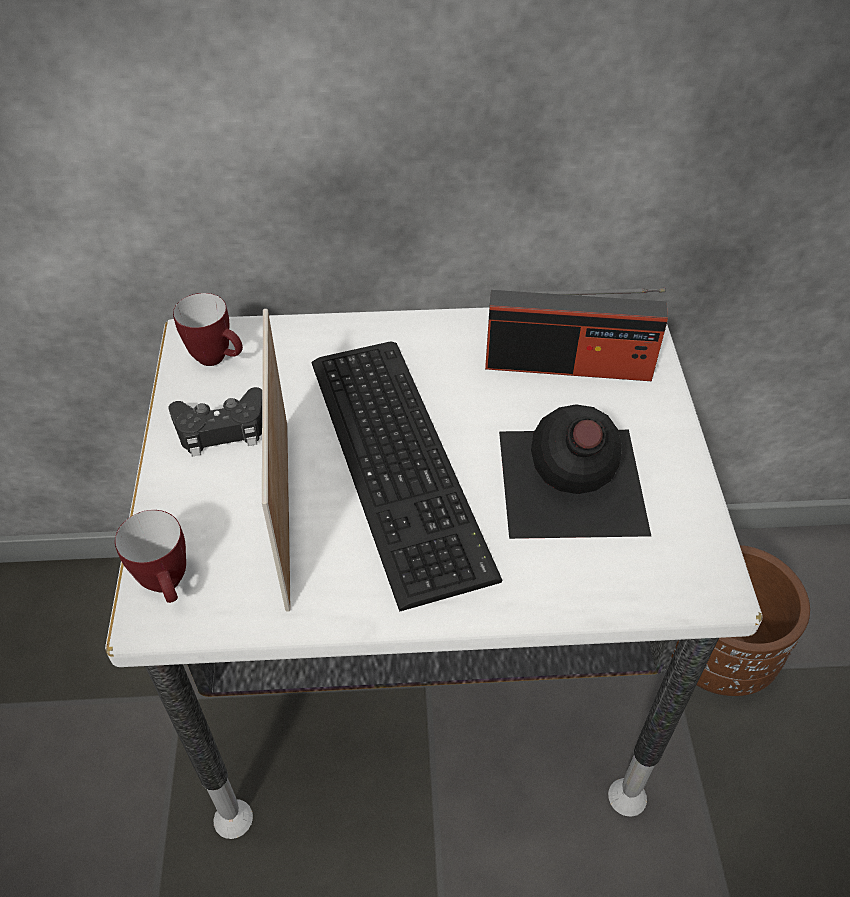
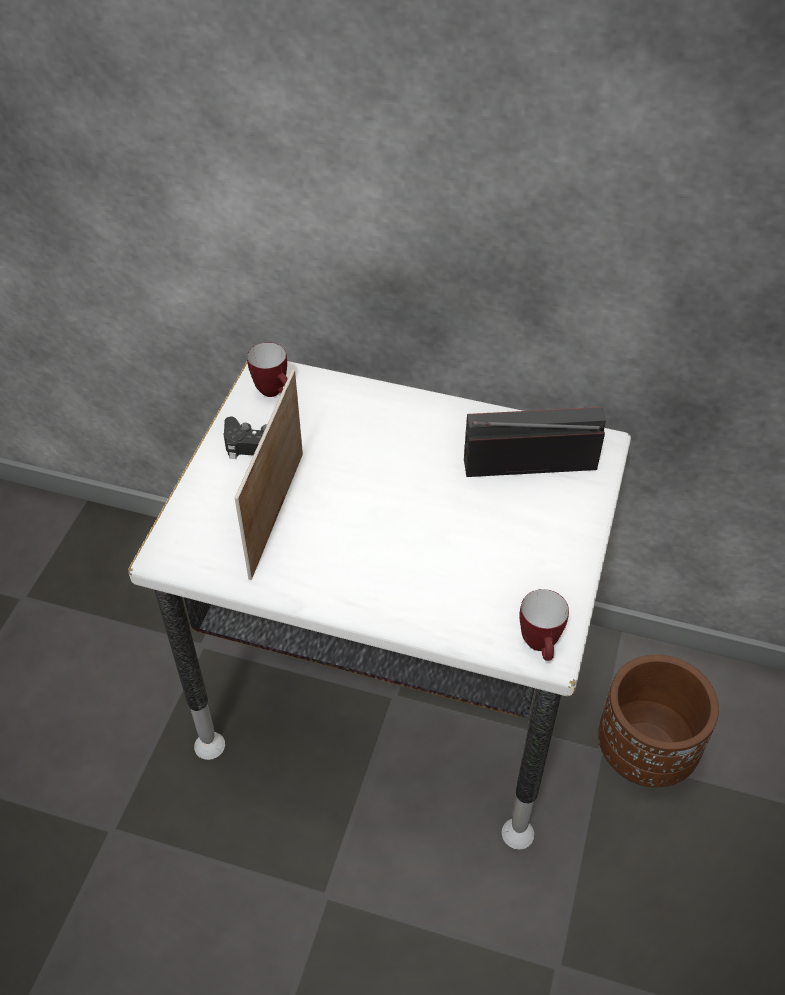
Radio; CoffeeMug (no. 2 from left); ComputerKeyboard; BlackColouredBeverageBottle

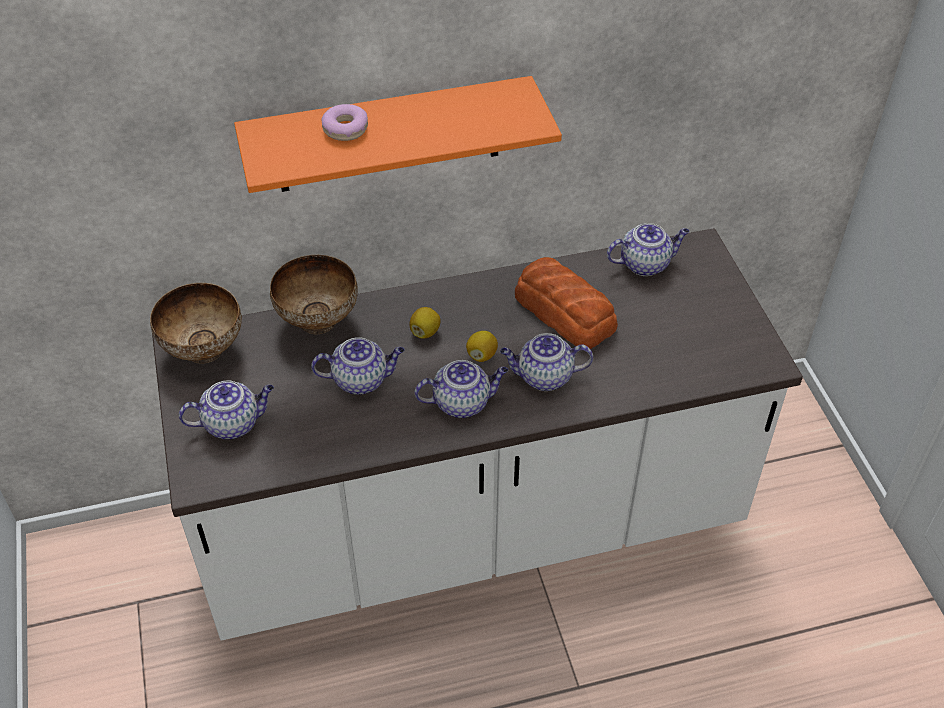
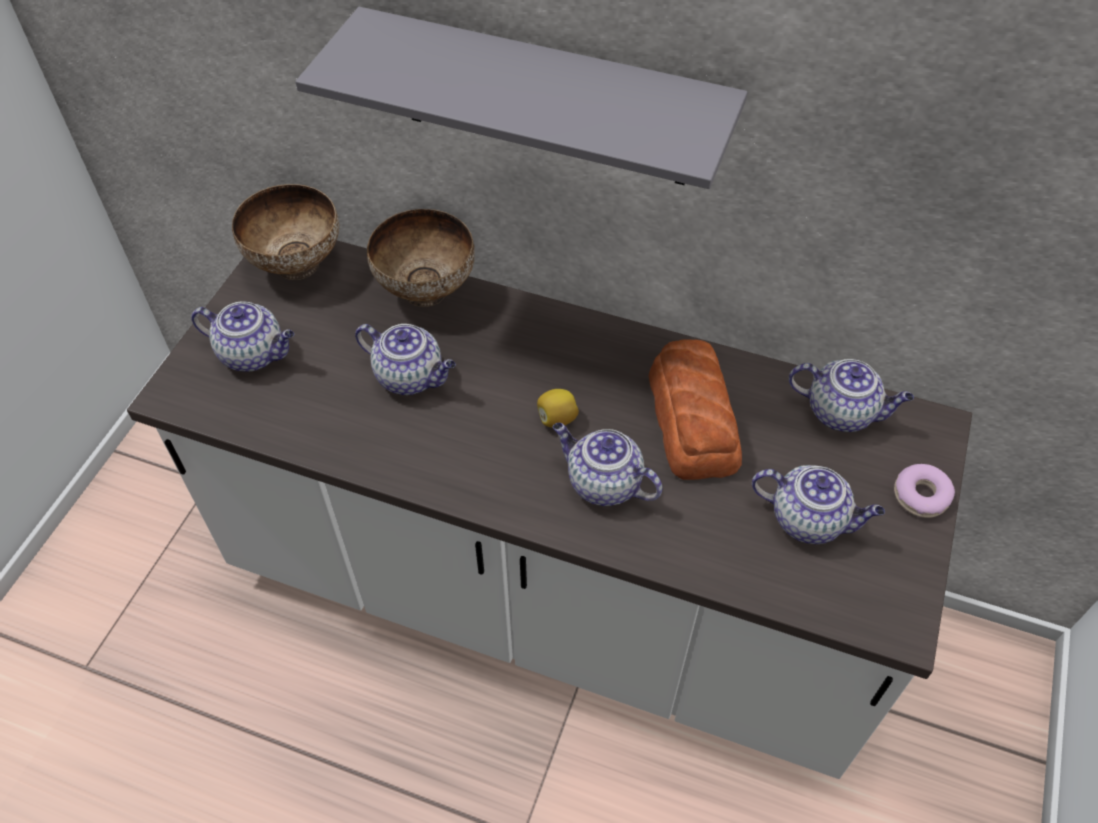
GrayBracketShelf; TeaPot (no. 4 from left); Donut; WholeLemon (no. 1 from left in the first image)

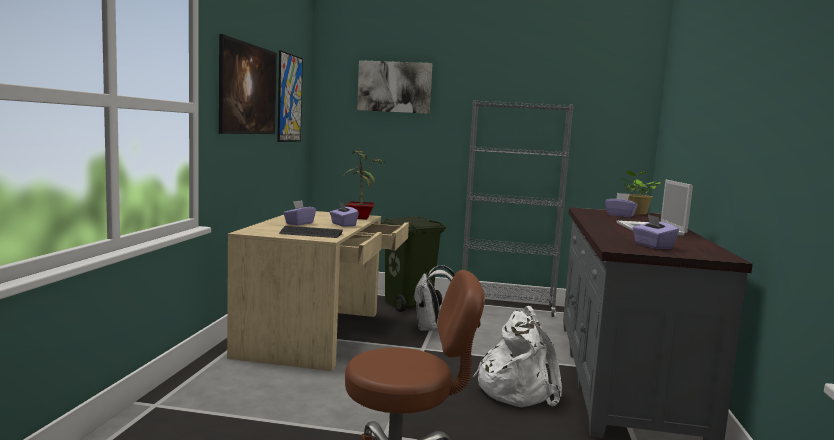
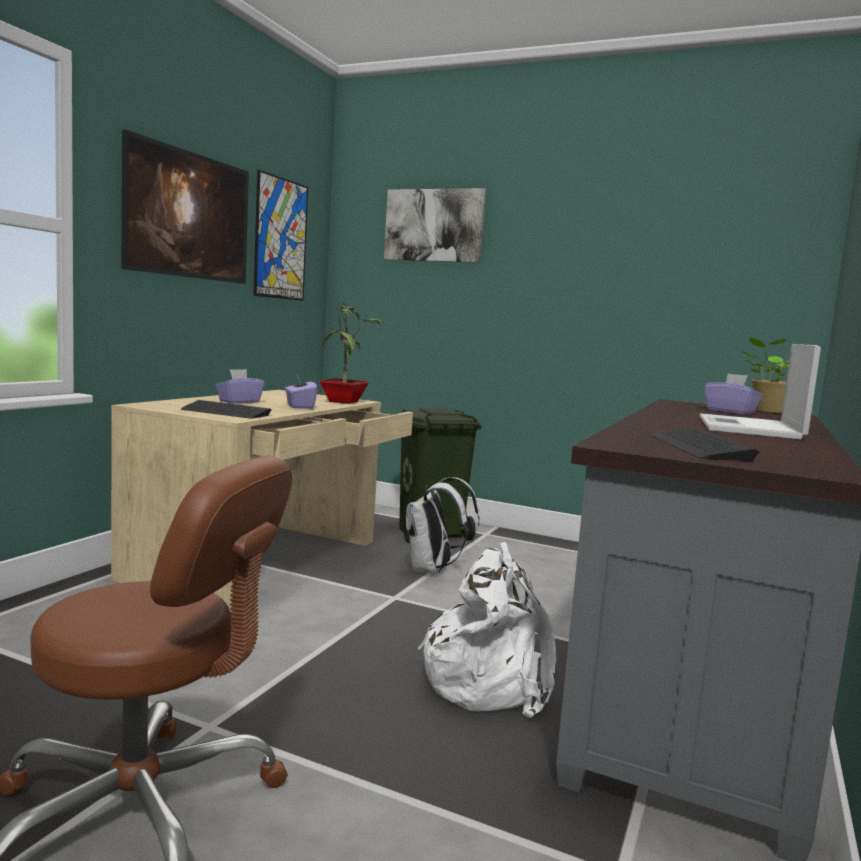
ComputerKeyboard (no. 2 from left); GrayBookshelf

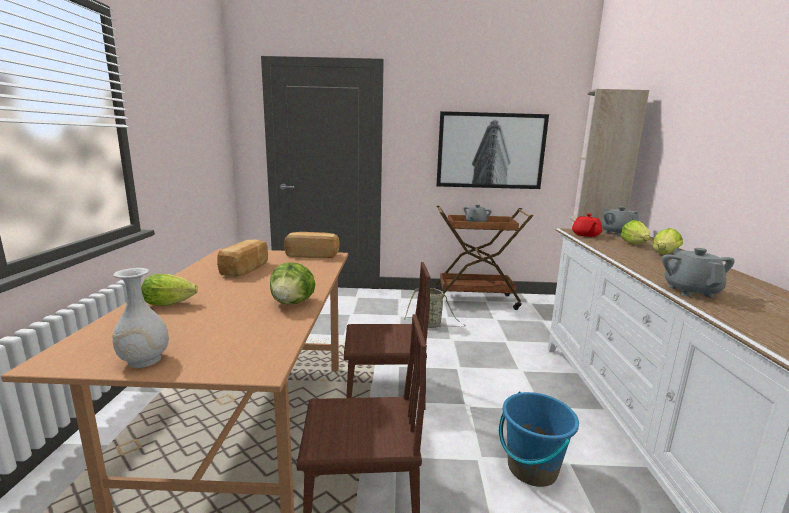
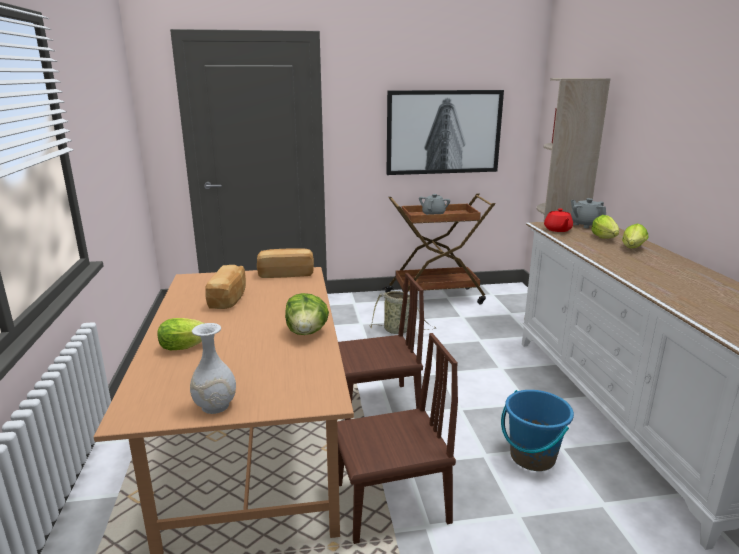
GrayTeaPot (no. 3 from left in the first image)

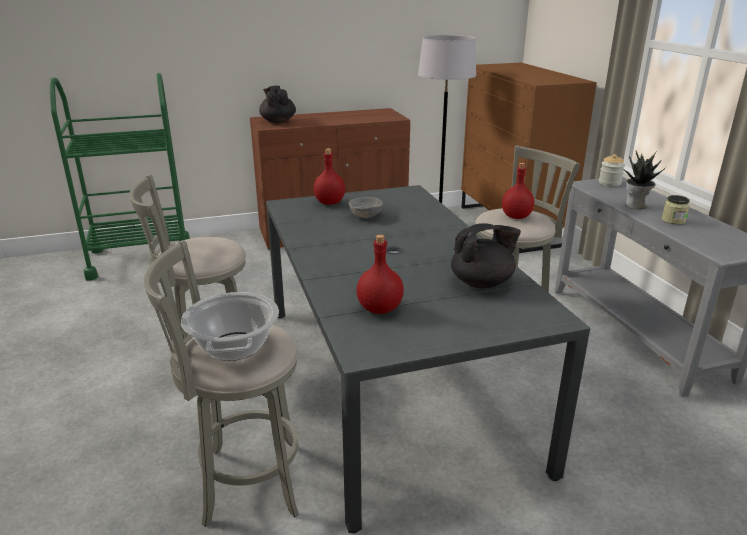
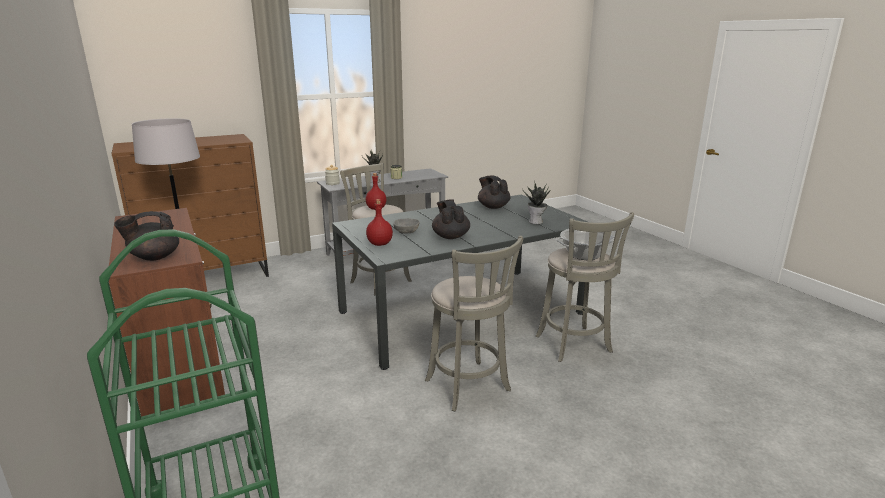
BlackColouredTeaPot (no. 2 from left); Houseplant (no. 2 from left)

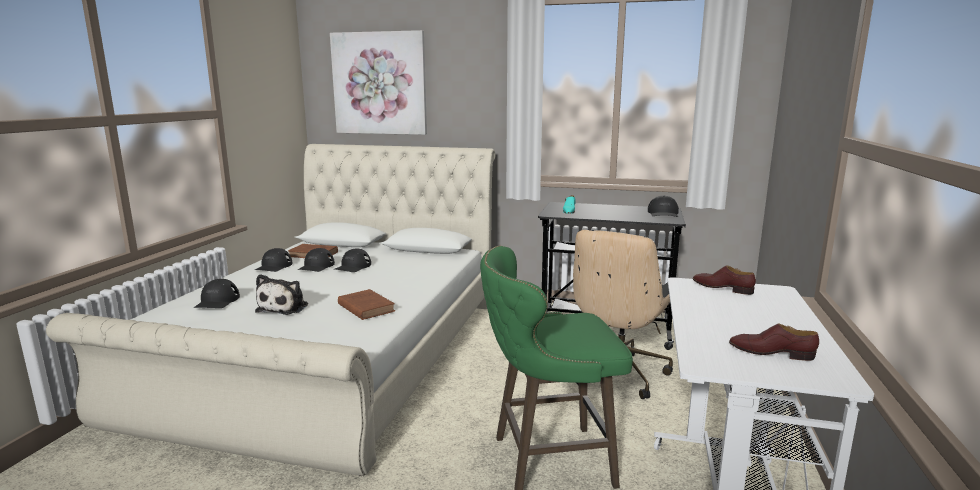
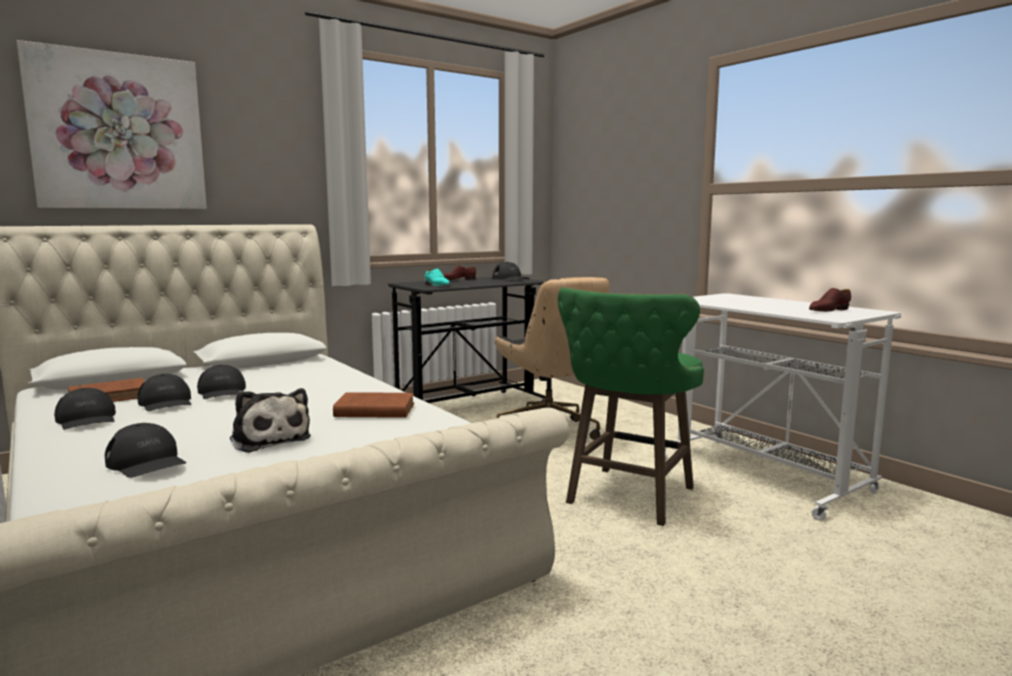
BrownColouredShoe (no. 1 from left)

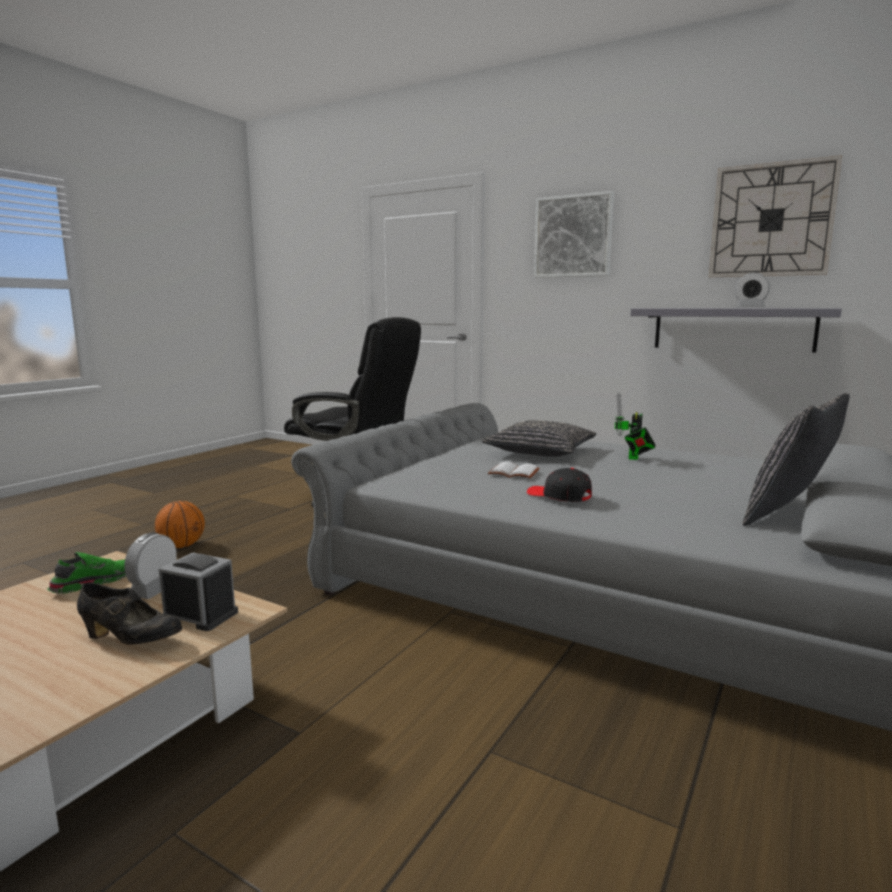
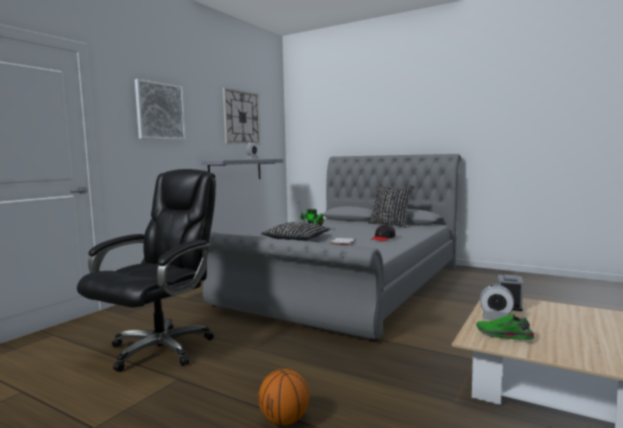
BlackColouredShoe

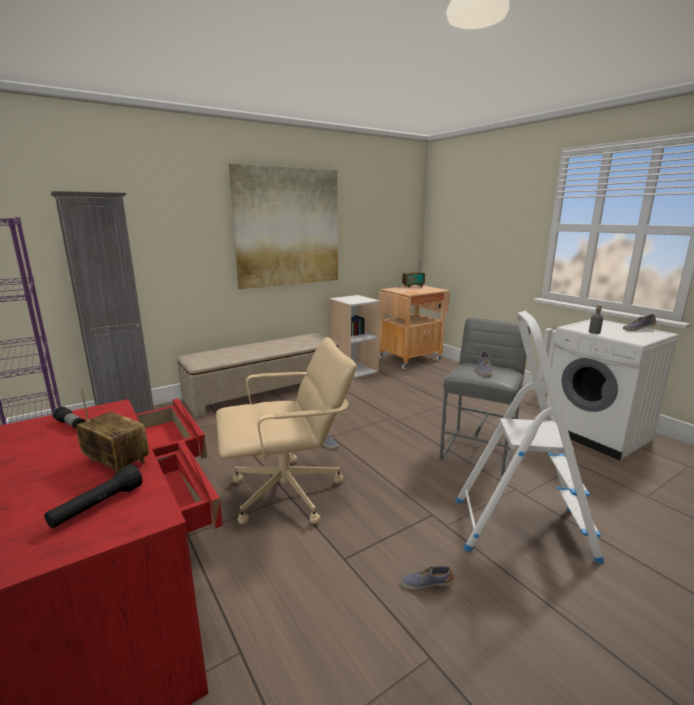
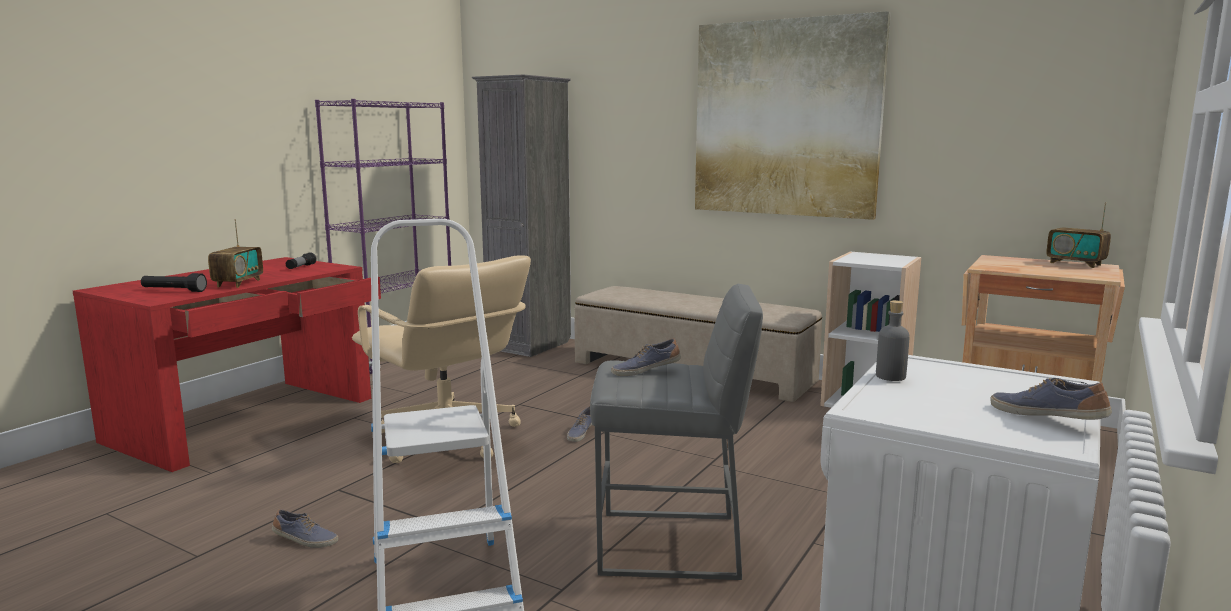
Shoe (no. 1 from left)

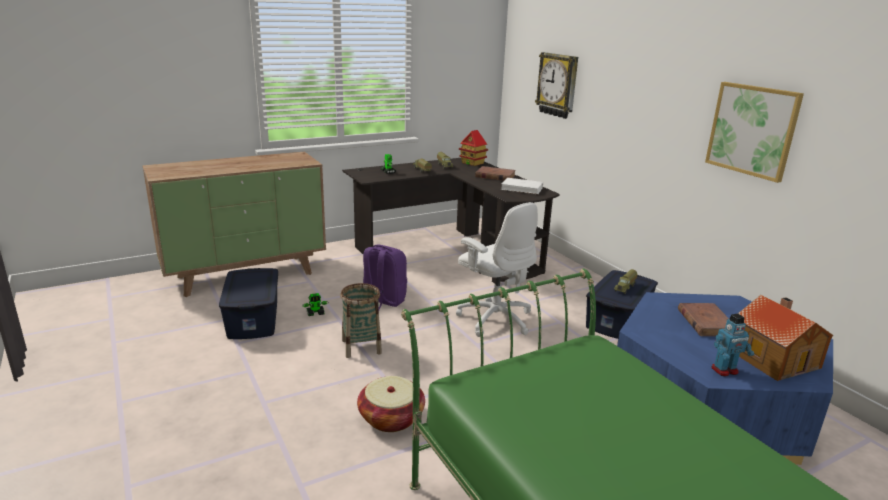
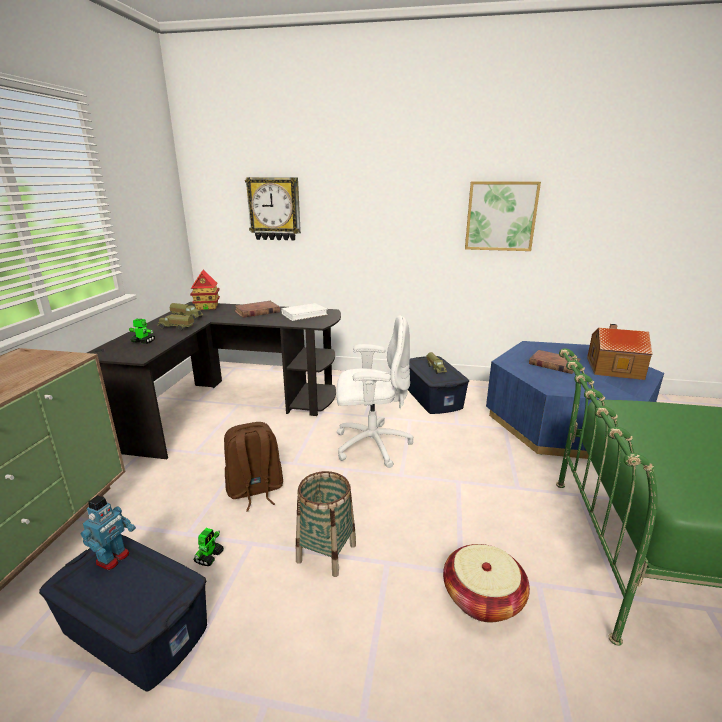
ModelRobot (no. 1 from left); BrownColouredKnapsack

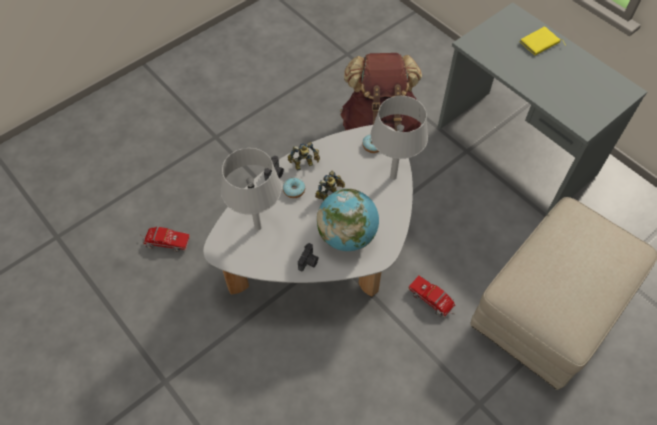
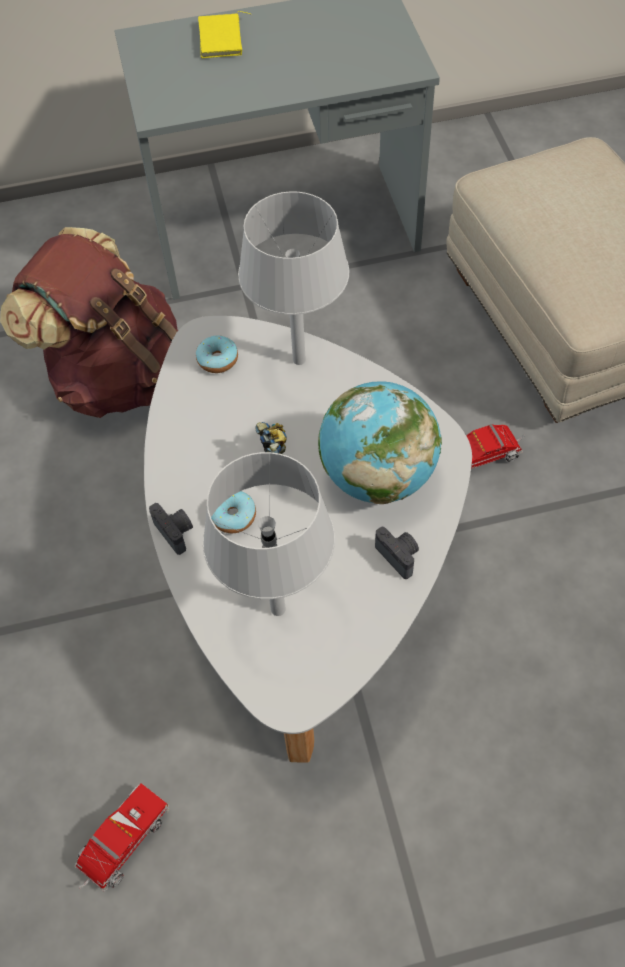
ModelRobot (no. 1 from left in the first image)

